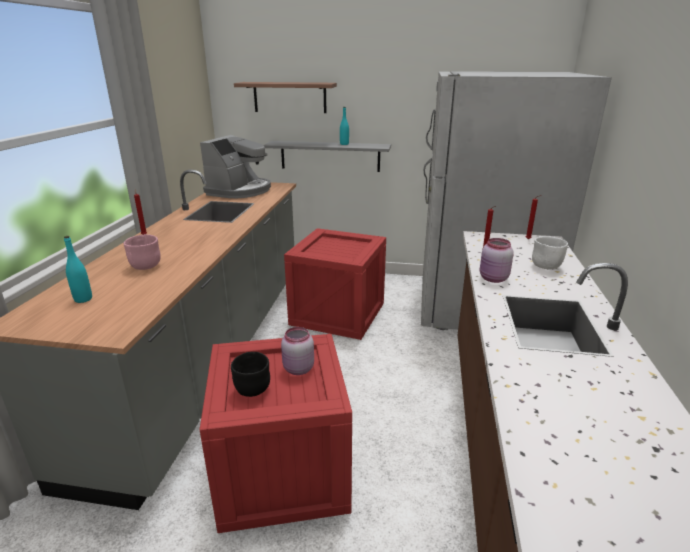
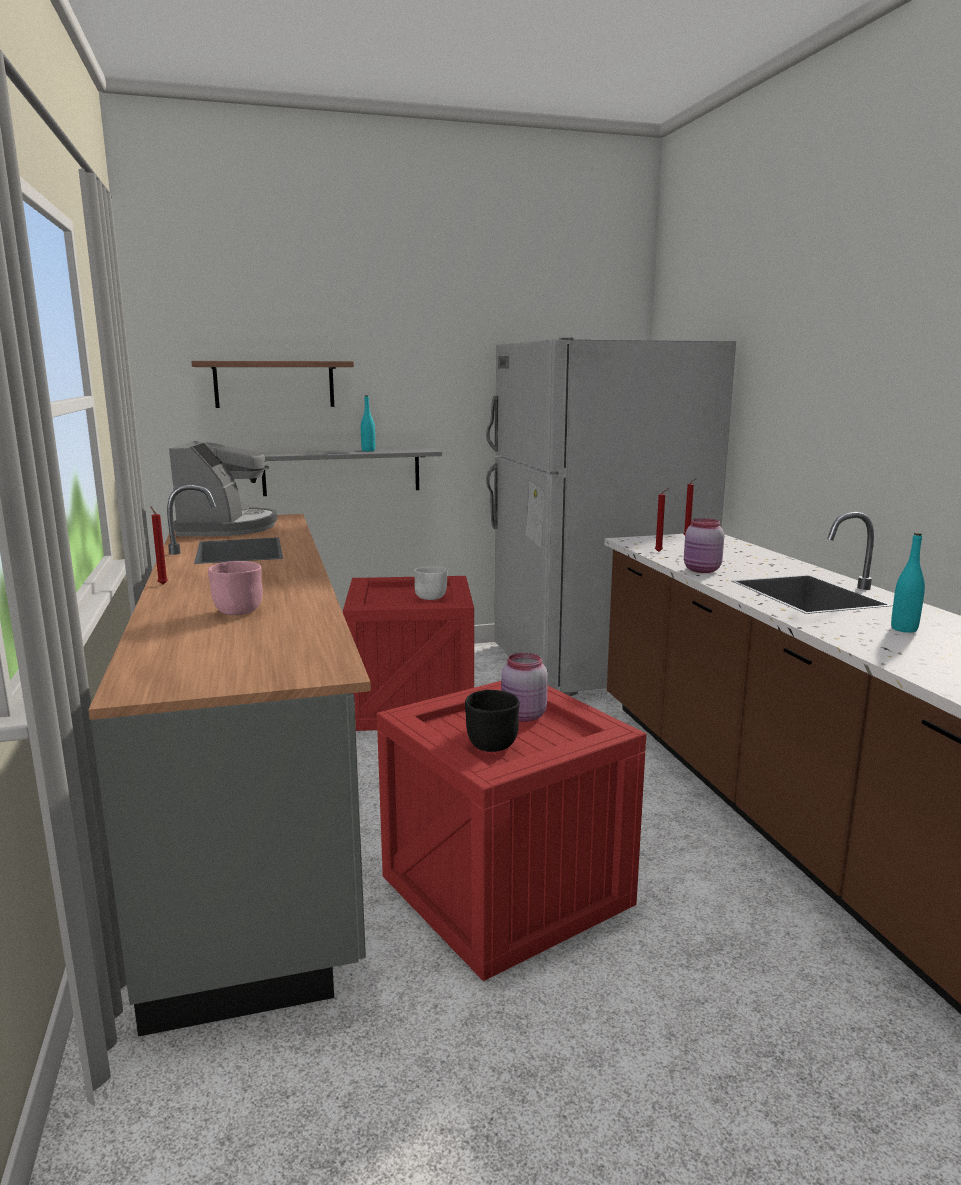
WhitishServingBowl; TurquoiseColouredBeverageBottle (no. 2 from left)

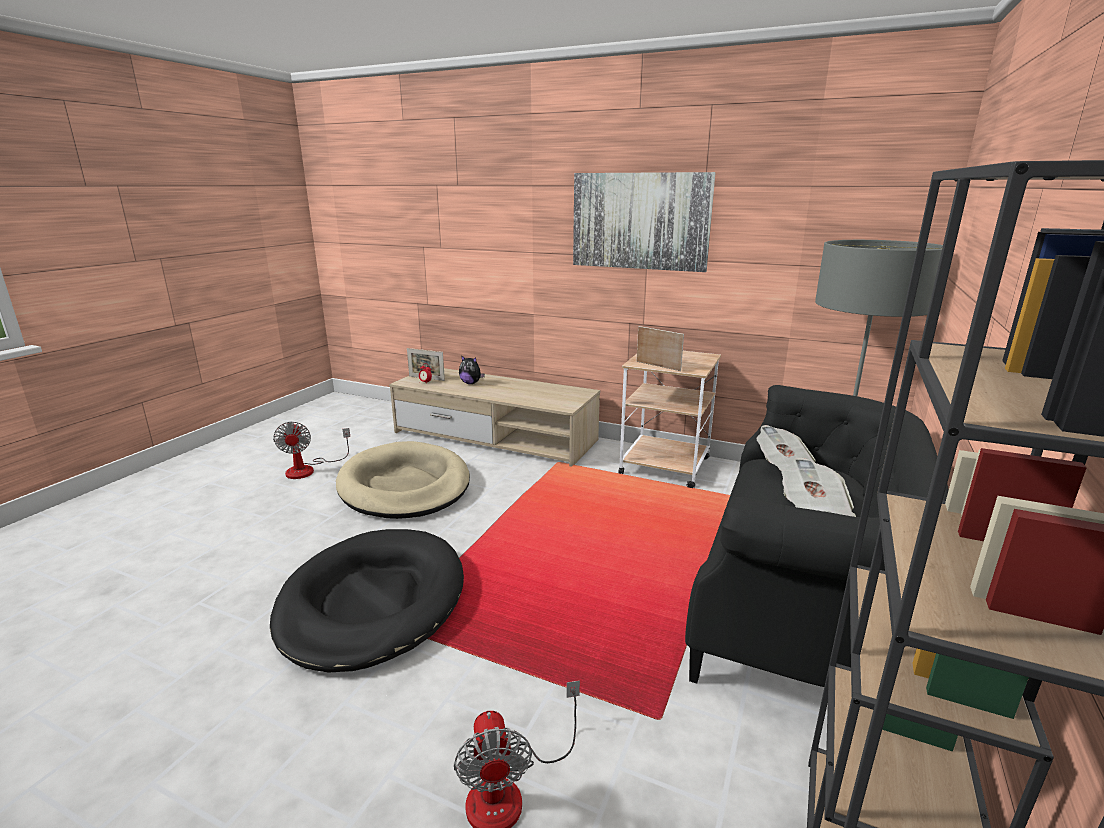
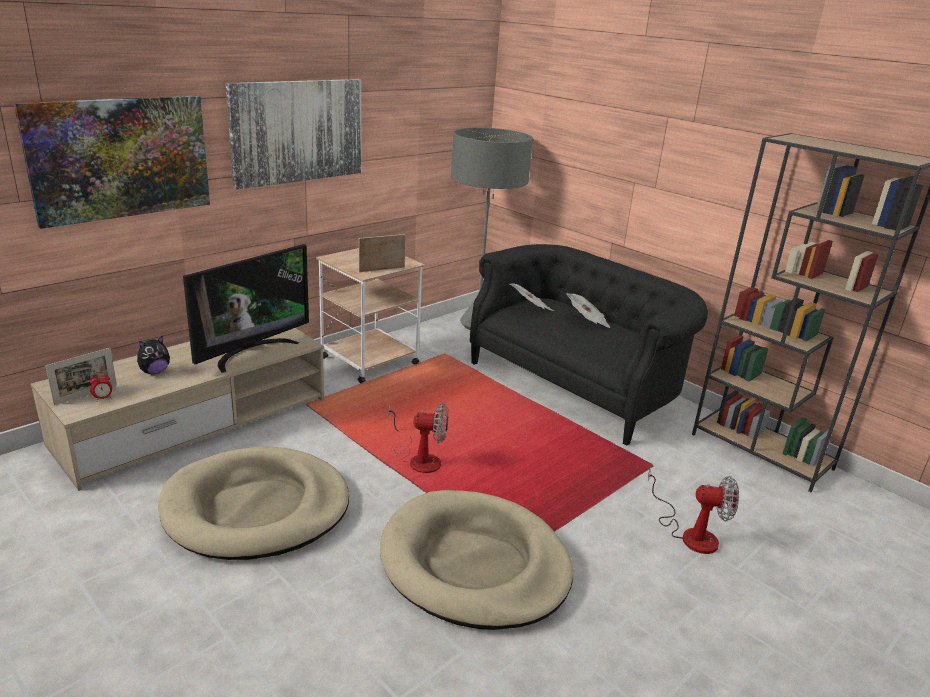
Picture (no. 1 from left); Television; SandColouredDogBed (no. 2 from left); ElectricFan (no. 1 from left)

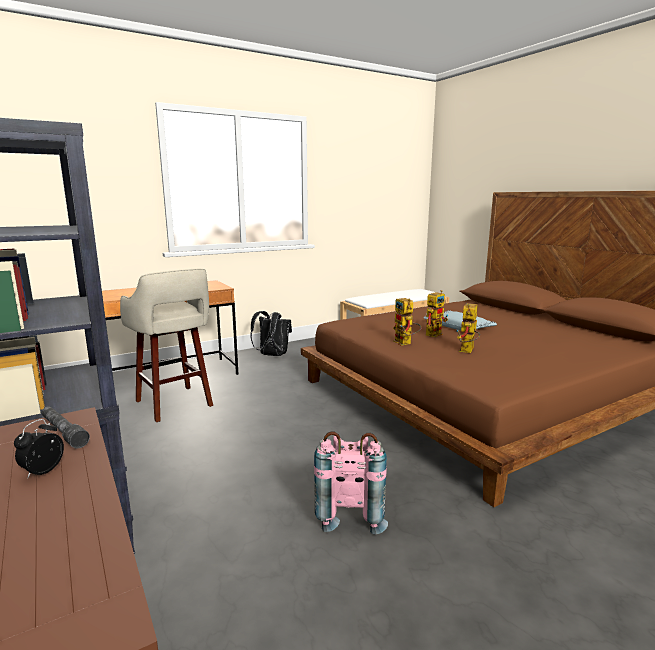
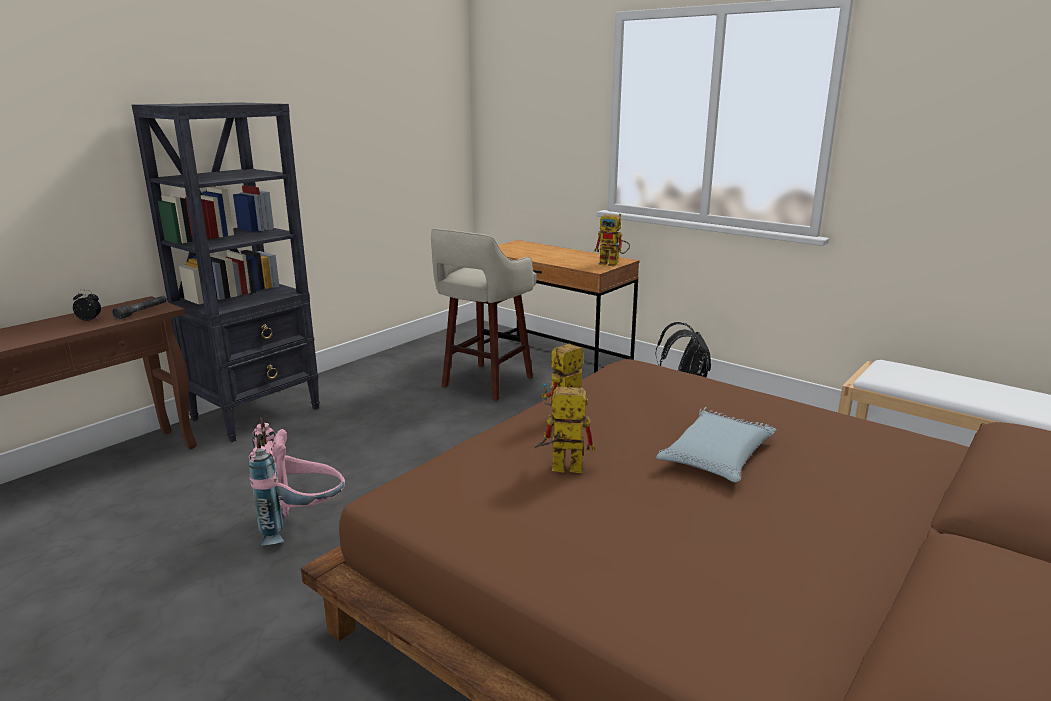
ModelRobot (no. 3 from left)

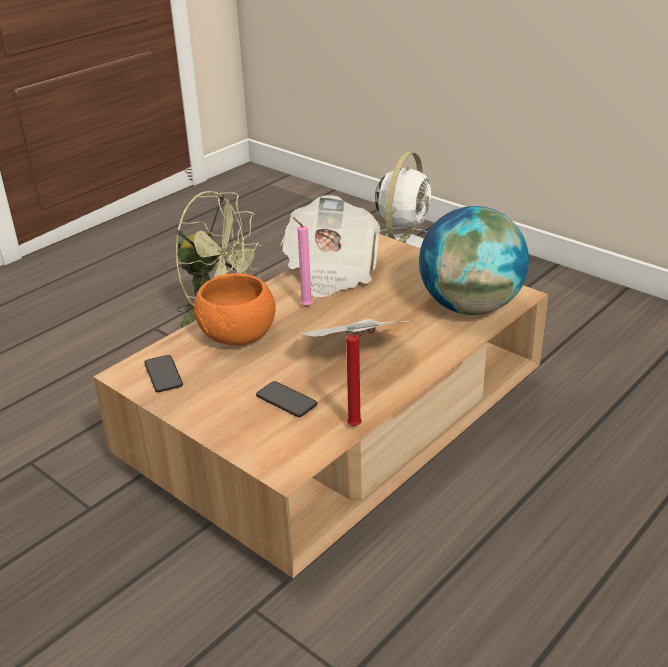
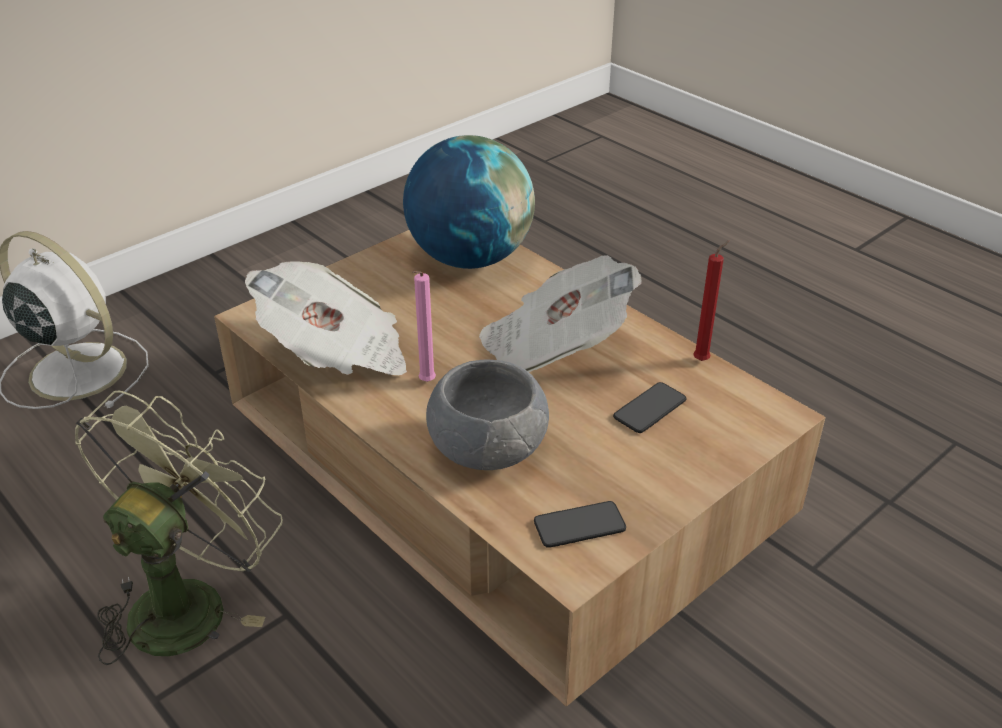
GrayServingBowl

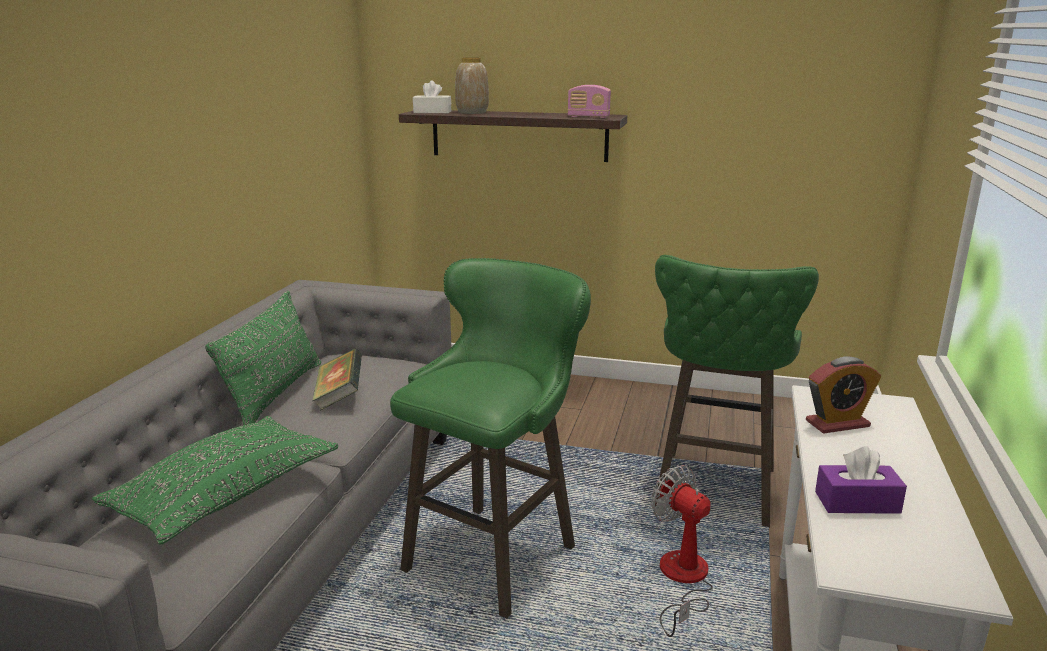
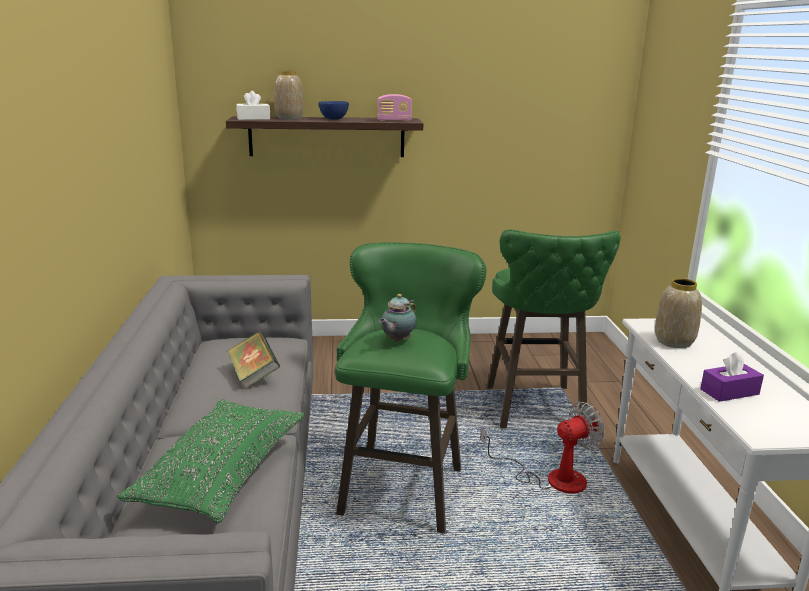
BlueColouredServingBowl; TeaPot; ElectricFan; DecorativeVase (no. 2 from left); GreenColouredPillow (no. 2 from left in the first image)

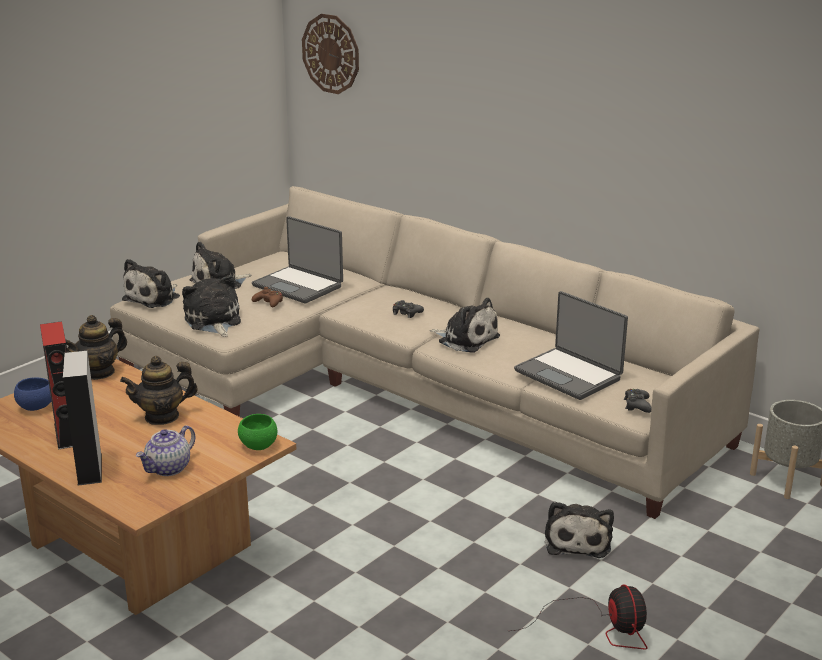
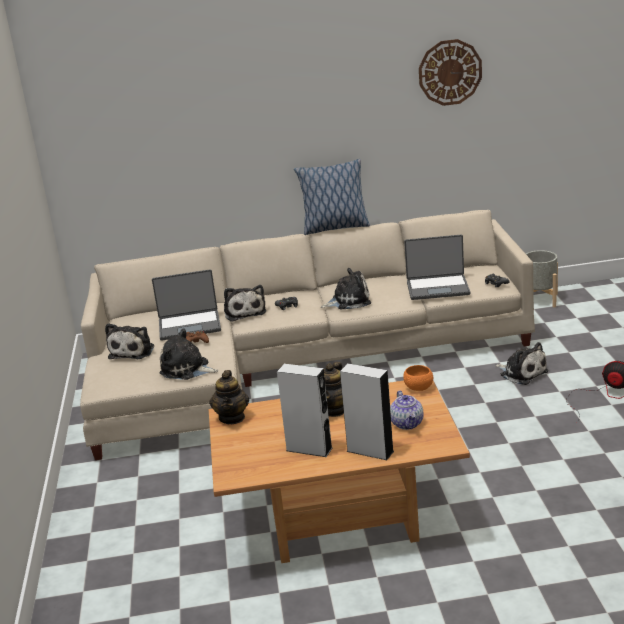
PlushToy (no. 3 from left); GrayAudioSpeaker (no. 1 from left); Pillow; OrangeColouredServingBowl; HangingClock; BlueColouredServingBowl

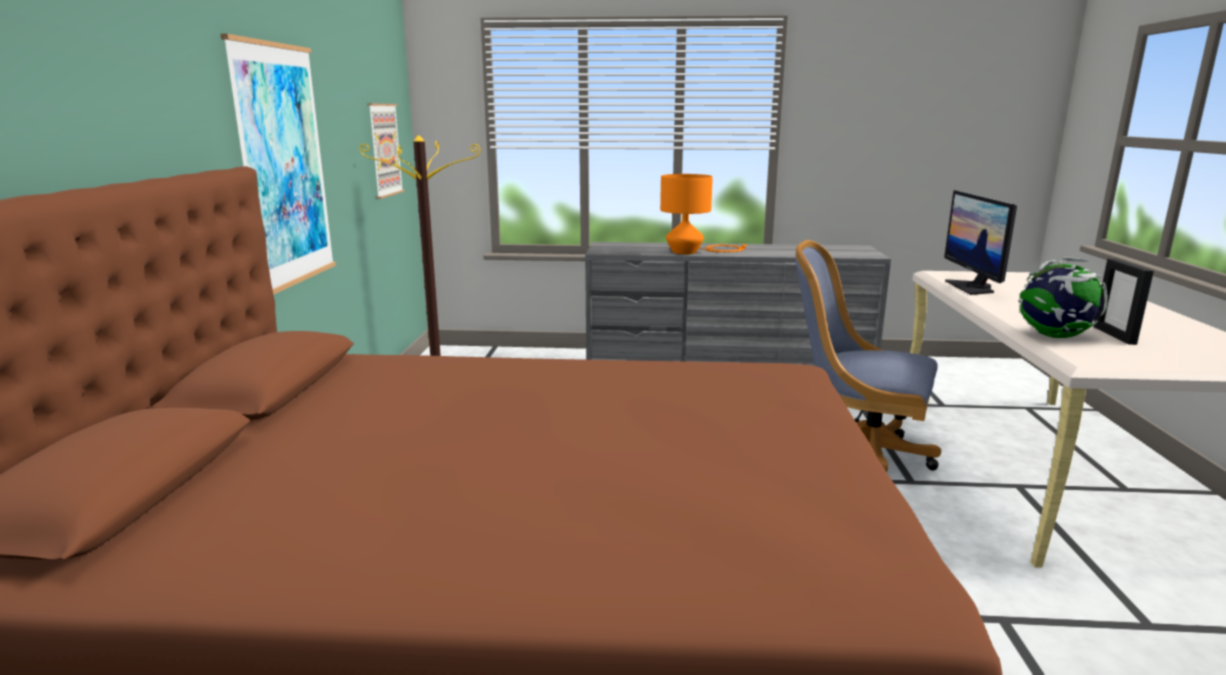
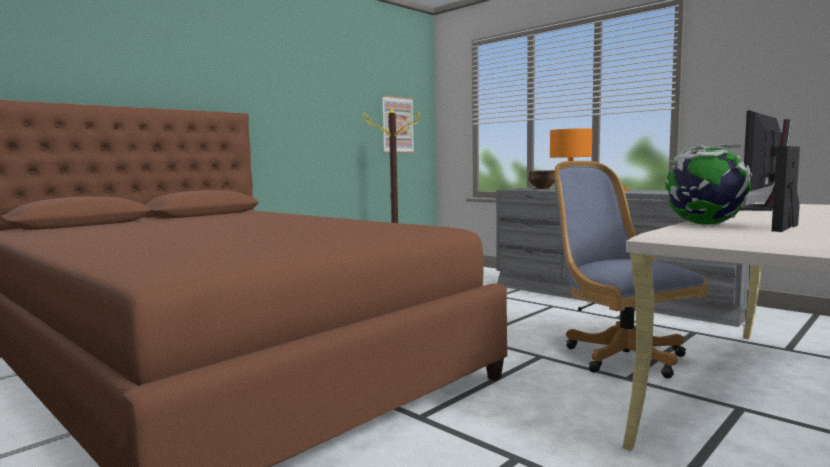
ServingBowl; Picture (no. 1 from left in the first image)

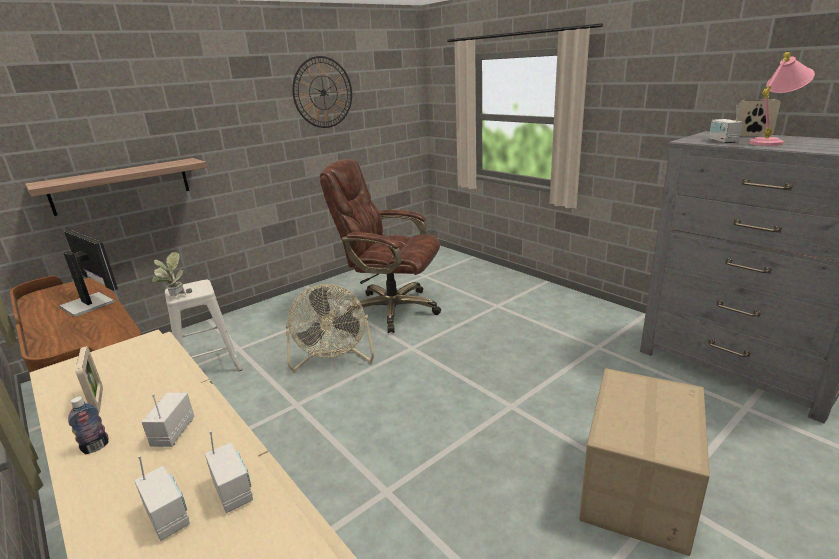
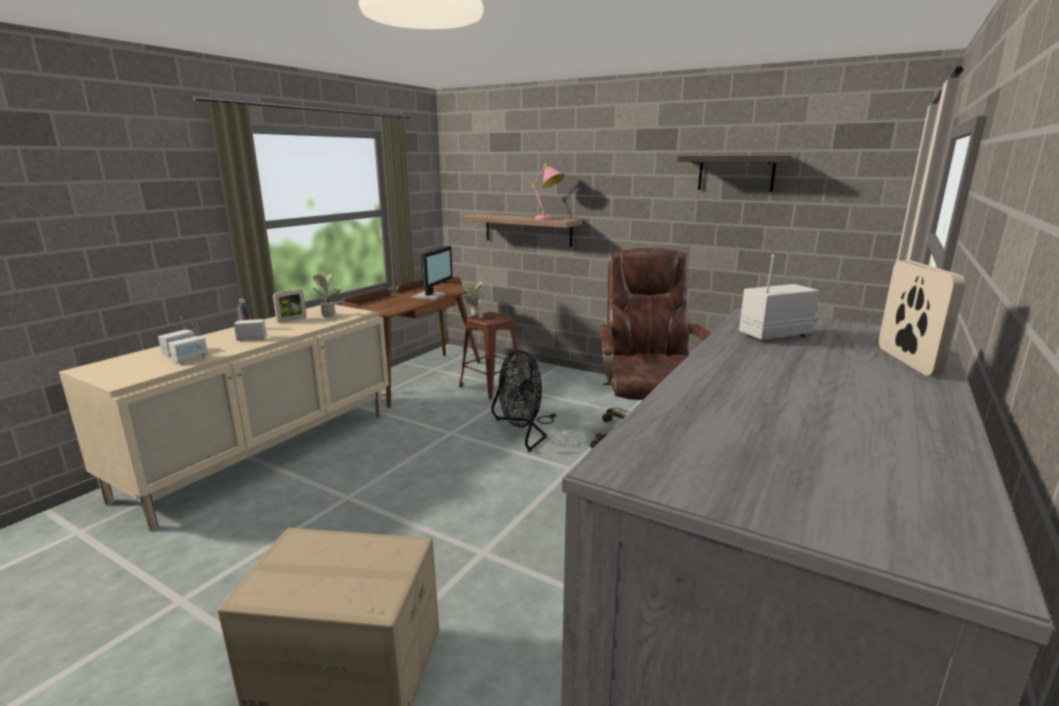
Houseplant (no. 1 from left); BrownColouredSittingStool; BlackColouredElectricFan; PinkTableLamp; BracketShelf (no. 2 from left)

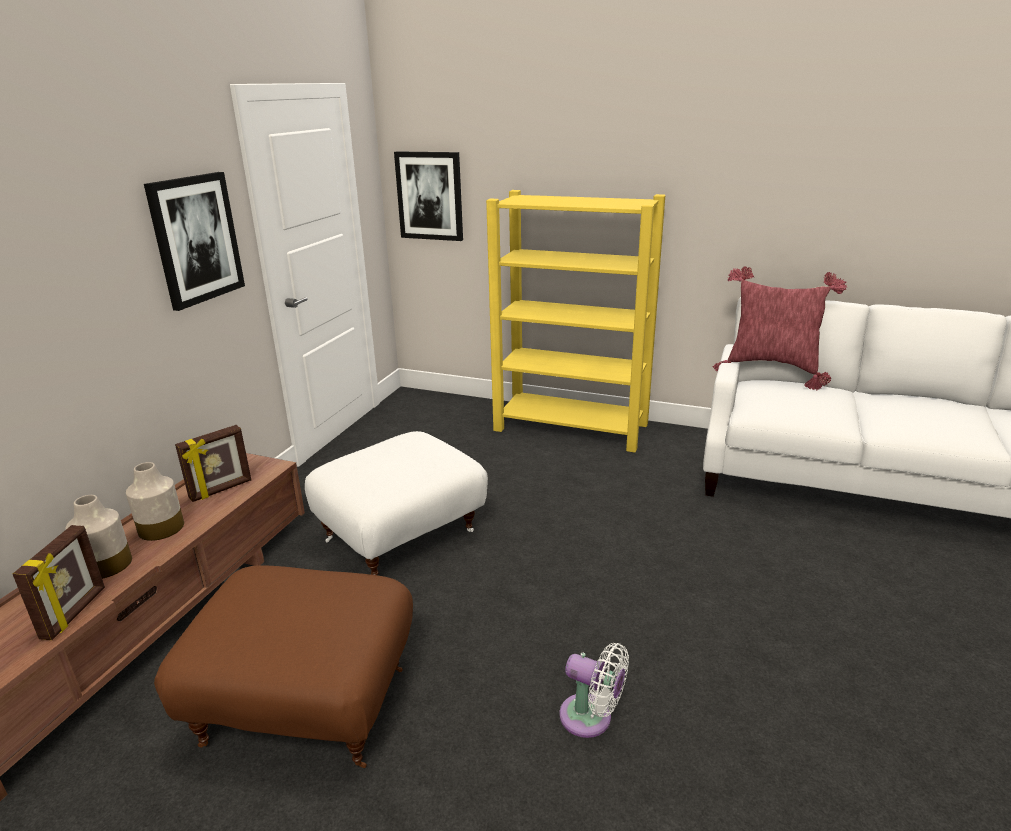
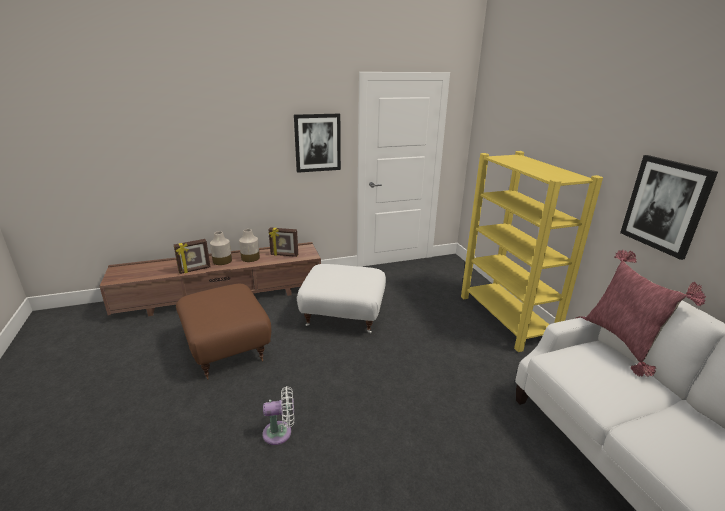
WhitishElectricFan; Picture (no. 2 from left)

